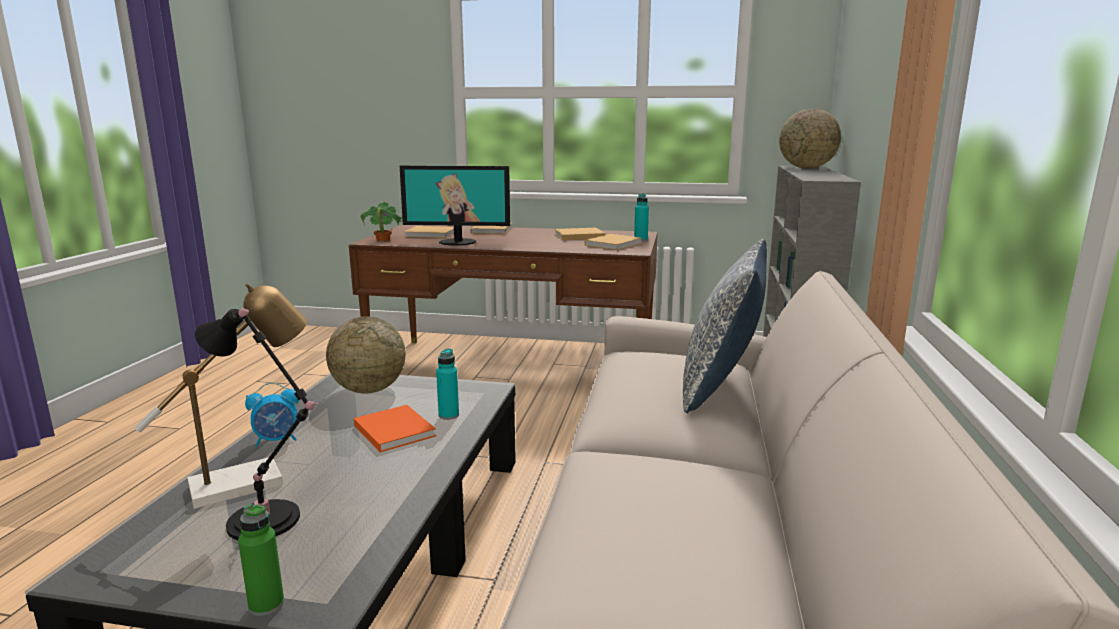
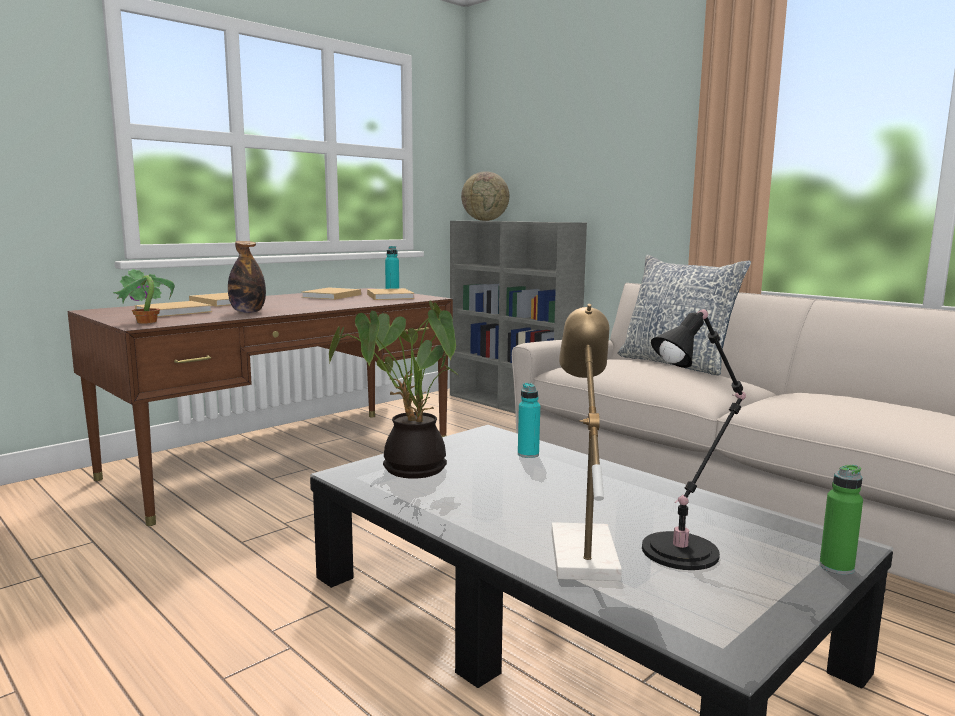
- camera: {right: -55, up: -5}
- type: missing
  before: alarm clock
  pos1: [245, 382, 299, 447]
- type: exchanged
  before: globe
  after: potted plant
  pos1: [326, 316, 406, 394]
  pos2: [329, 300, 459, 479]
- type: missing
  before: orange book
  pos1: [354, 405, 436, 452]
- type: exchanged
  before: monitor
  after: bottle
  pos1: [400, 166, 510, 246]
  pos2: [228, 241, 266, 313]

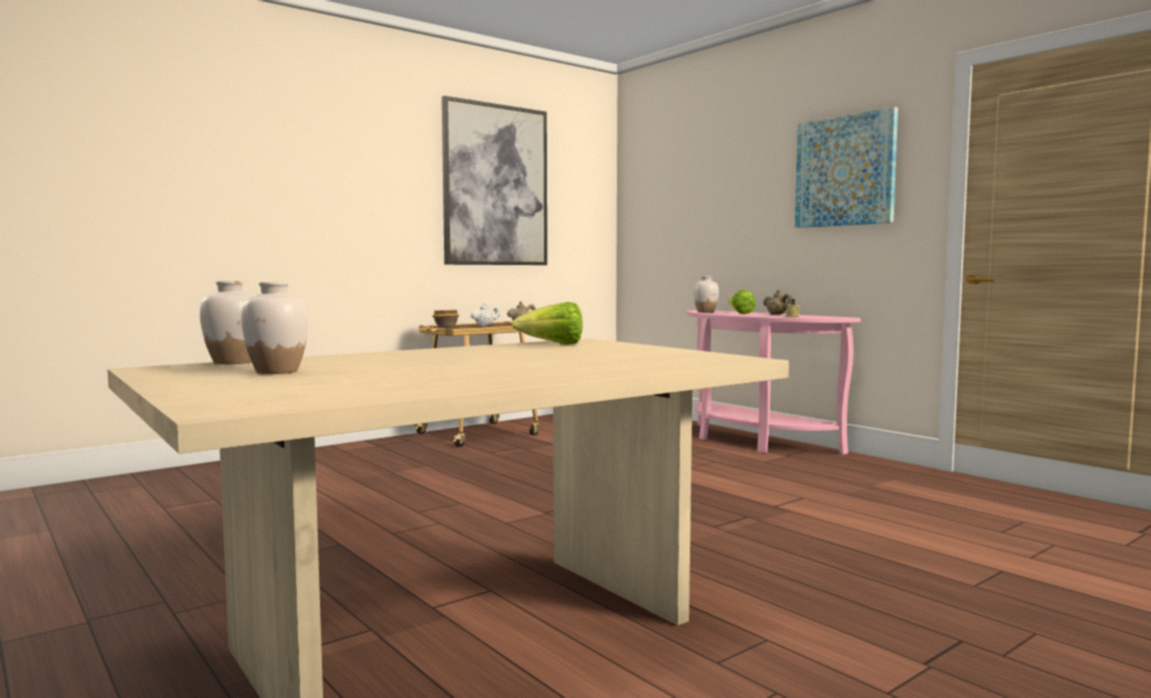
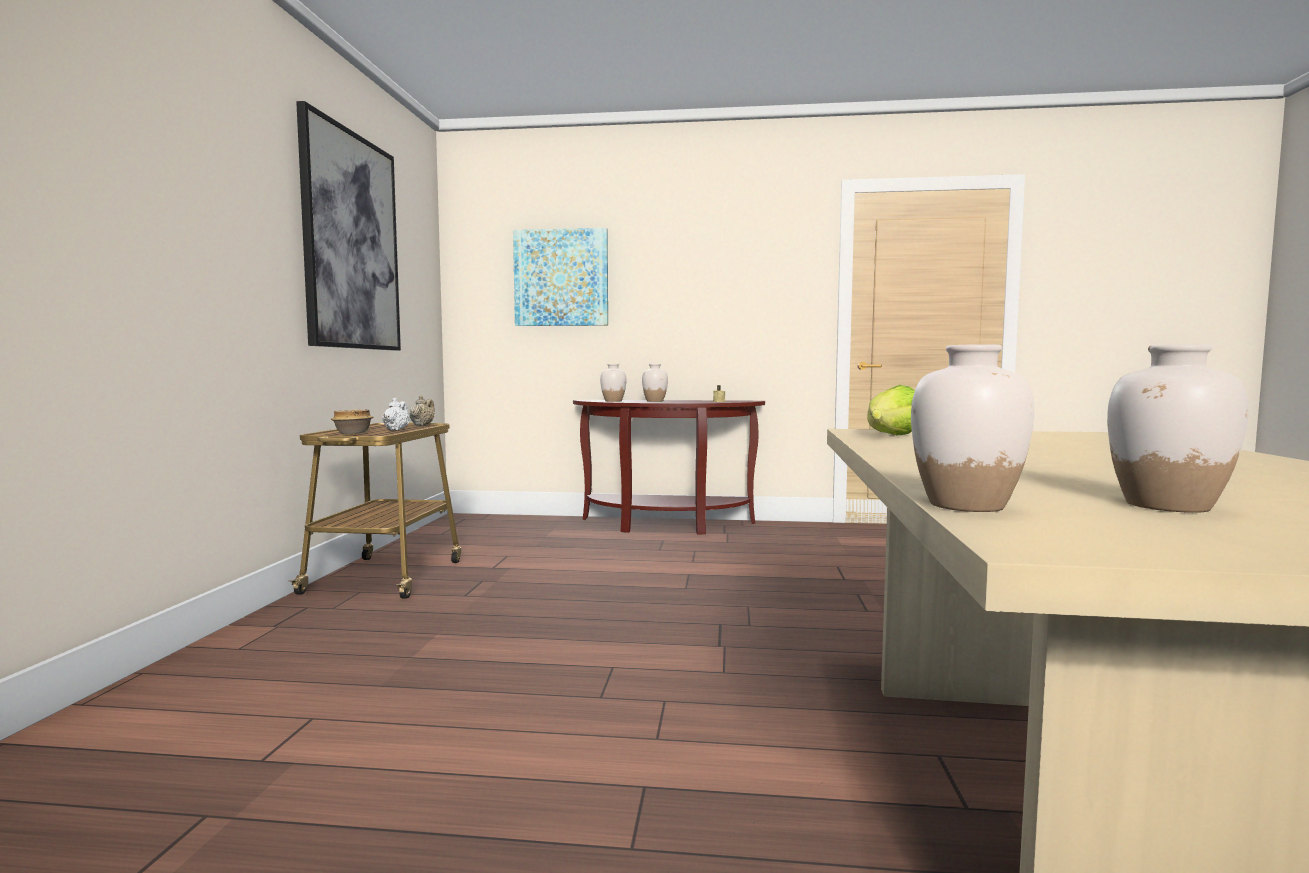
- camera: {right: -45, up: 0}
- type: colour
  before: pink console table
  after: brown console table
  pos1: [687, 310, 861, 455]
  pos2: [573, 400, 765, 535]
- type: exchanged
  before: lettuce
  after: white vase
  pos1: [728, 289, 756, 314]
  pos2: [642, 364, 668, 402]
- type: missing
  before: beige teapot
  pos1: [763, 289, 792, 315]
- type: relocated
  before: picture
  pos1: [795, 107, 898, 228]
  pos2: [513, 228, 608, 326]

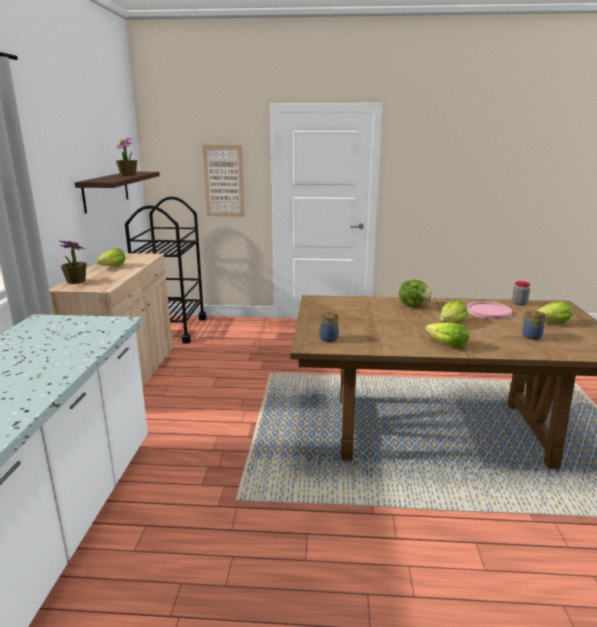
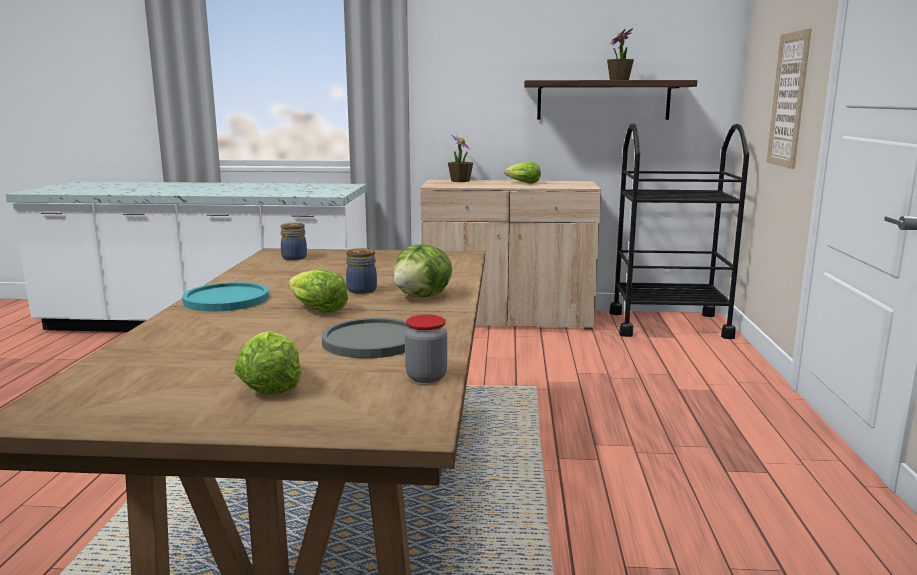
- camera: {right: 90, up: -5}
- type: exchanged
  before: lettuce
  after: turquoise plate
  pos1: [425, 322, 469, 348]
  pos2: [182, 282, 269, 312]
- type: colour
  before: pink plate
  after: grey plate
  pos1: [467, 302, 512, 319]
  pos2: [322, 318, 409, 358]
- type: relocated
  before: jar
  pos1: [521, 311, 545, 340]
  pos2: [346, 248, 377, 294]

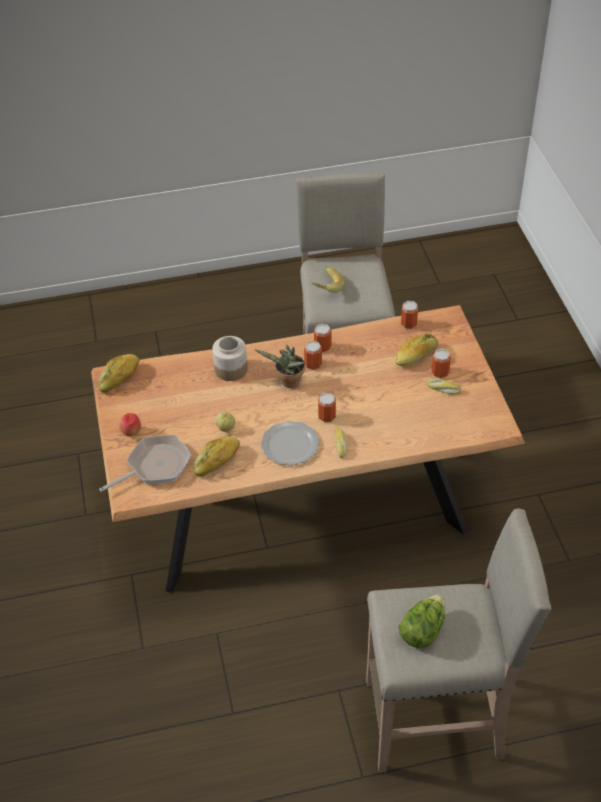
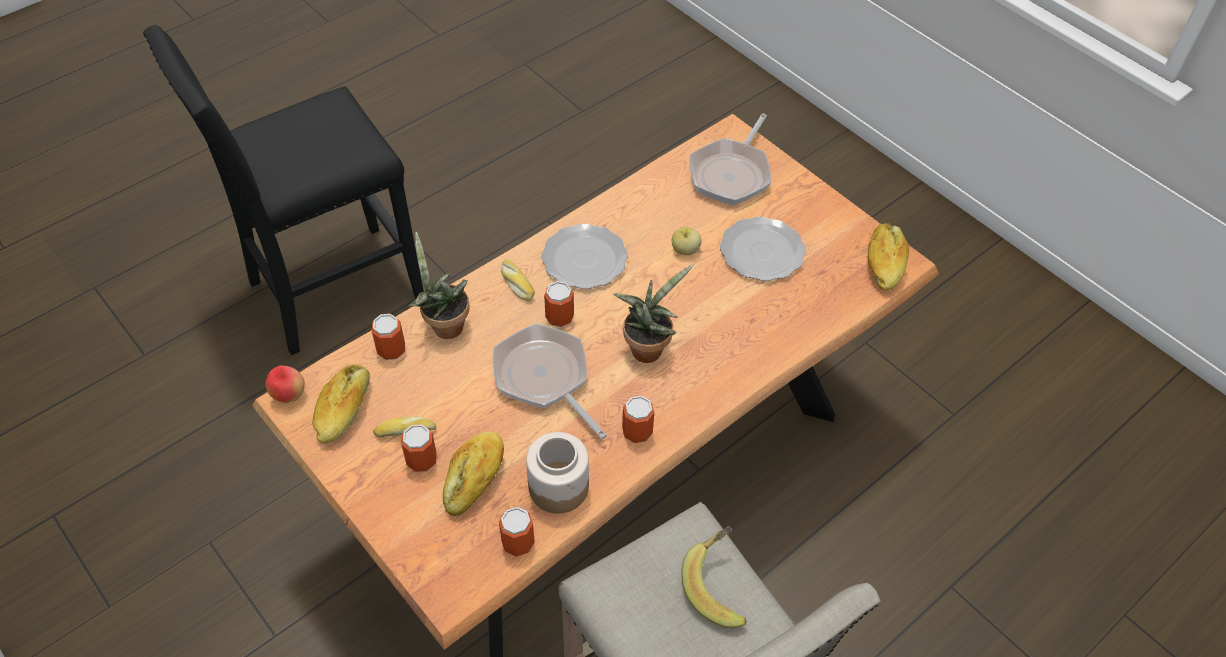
- camera: {right: 150, up: 5}
- type: relocated
  before: apple
  pos1: [119, 413, 141, 437]
  pos2: [266, 365, 305, 403]
- type: relocated
  before: bread
  pos1: [194, 437, 240, 477]
  pos2: [313, 365, 370, 443]
- type: relocated
  before: jar
  pos1: [212, 336, 248, 381]
  pos2: [526, 432, 589, 514]
- type: relocated
  before: can
  pos1: [304, 341, 322, 370]
  pos2: [372, 314, 405, 360]
- type: colour
  before: beige stool
  after: black stool
  pos1: [366, 508, 552, 773]
  pos2: [143, 25, 424, 355]
- type: missing
  before: lettuce
  pos1: [399, 594, 445, 648]
- type: appeared
  after: potted plant
  pos2: [408, 232, 470, 339]
- type: appeared
  after: frying pan
  pos2: [493, 323, 607, 439]
- type: appeared
  after: plate
  pos2: [720, 217, 806, 281]

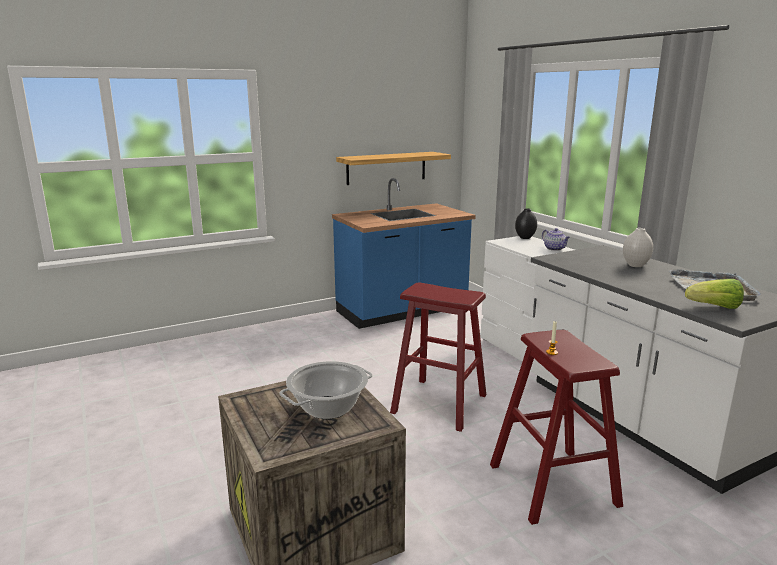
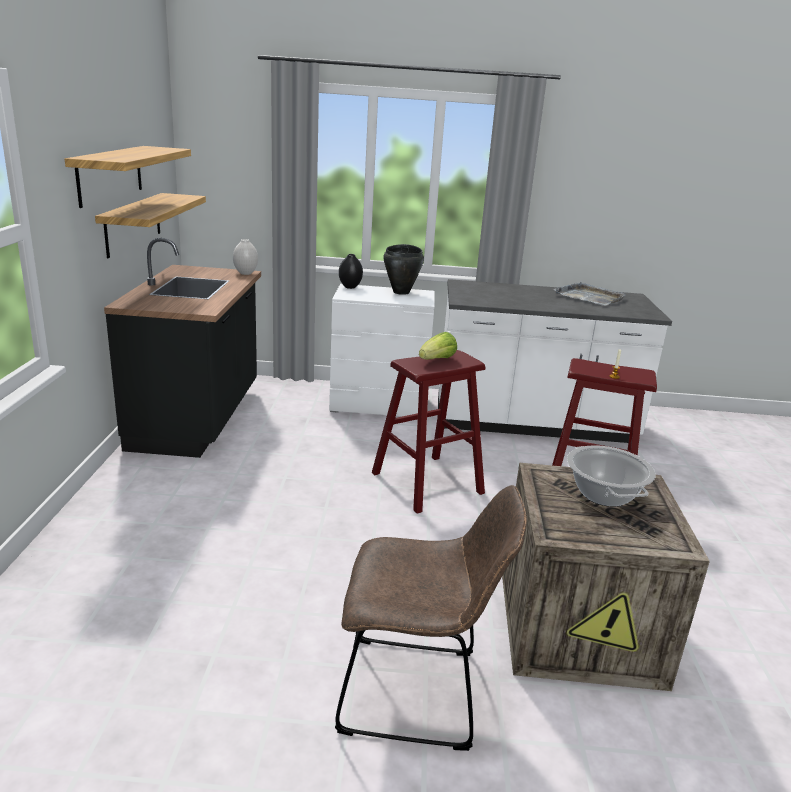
- camera: {right: -60, up: 5}
- type: colour
  before: blue counter
  after: black counter
  pos1: [332, 178, 476, 329]
  pos2: [104, 238, 261, 458]
- type: exchanged
  before: teapot
  after: black cooking pot
  pos1: [542, 228, 570, 251]
  pos2: [383, 244, 424, 295]
- type: relocated
  before: white vase
  pos1: [623, 228, 653, 267]
  pos2: [233, 239, 258, 275]
- type: relocated
  before: lettuce
  pos1: [685, 279, 744, 309]
  pos2: [419, 332, 457, 359]
- type: appeared
  after: shelf
  pos2: [65, 146, 191, 208]
- type: appeared
  after: brown chair
  pos2: [335, 485, 527, 751]

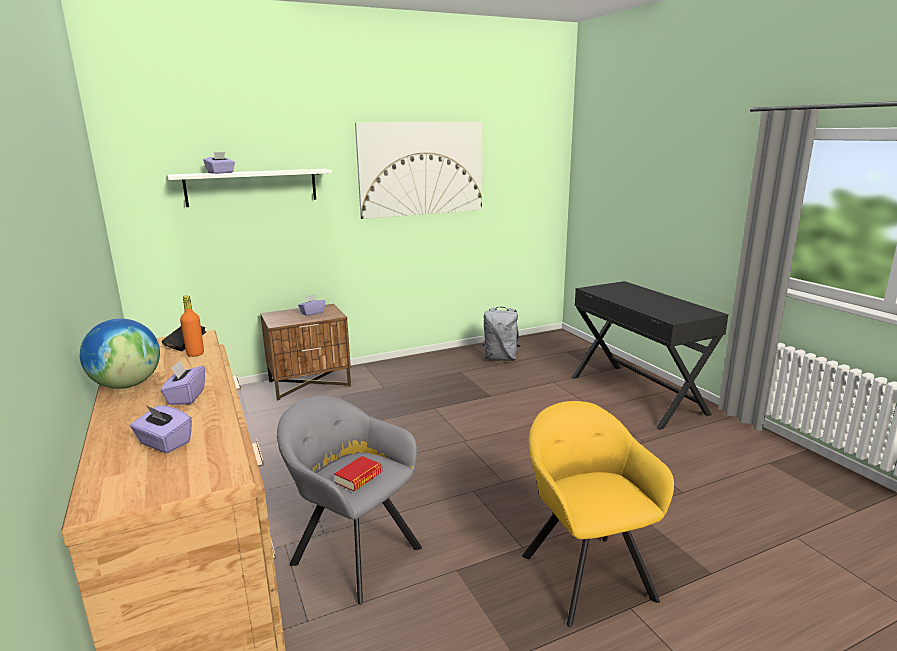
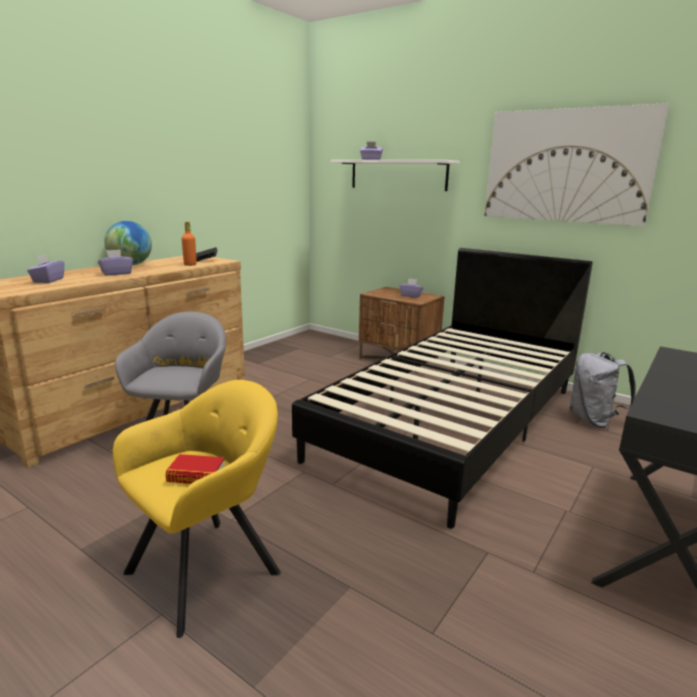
- camera: {right: 60, up: 0}
- type: relocated
  before: book
  pos1: [334, 456, 382, 491]
  pos2: [166, 454, 225, 484]
- type: appeared
  after: black bed
  pos2: [292, 248, 593, 529]

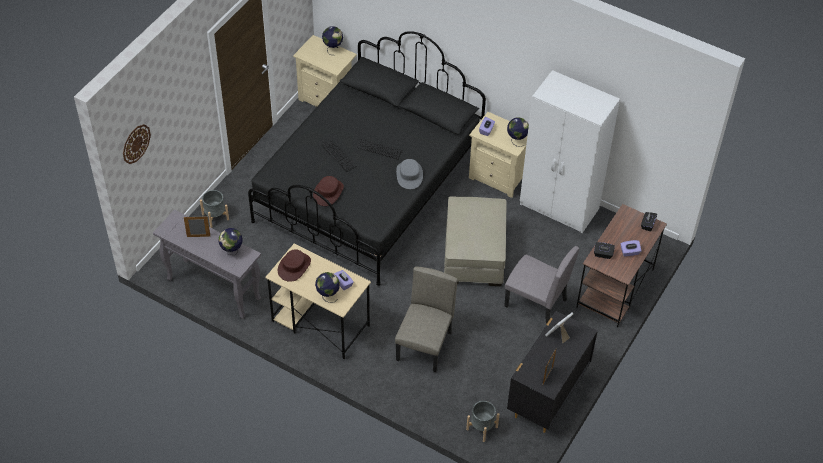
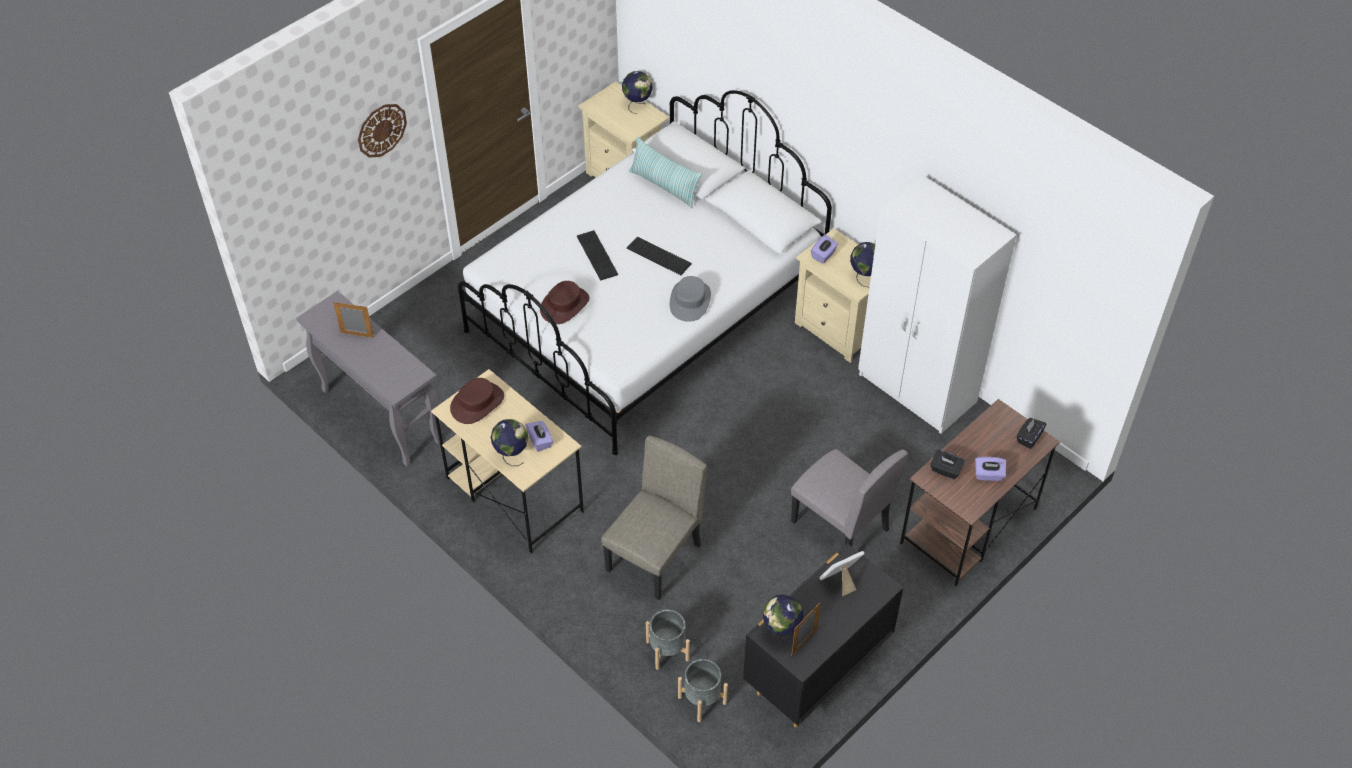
- camera: {right: 15, up: 0}
- type: relocated
  before: wall clock
  pos1: [123, 124, 151, 164]
  pos2: [358, 104, 407, 158]
- type: relocated
  before: grey planter
  pos1: [200, 190, 229, 228]
  pos2: [646, 610, 690, 670]
- type: relocated
  before: globe
  pos1: [219, 228, 242, 255]
  pos2: [763, 594, 803, 639]
- type: colour
  before: black bed
  after: white bed
  pos1: [248, 31, 486, 286]
  pos2: [458, 90, 832, 455]
- type: missing
  before: beige ottoman
  pos1: [444, 196, 507, 286]
- type: appeared
  after: pillow
  pos2: [629, 137, 702, 208]

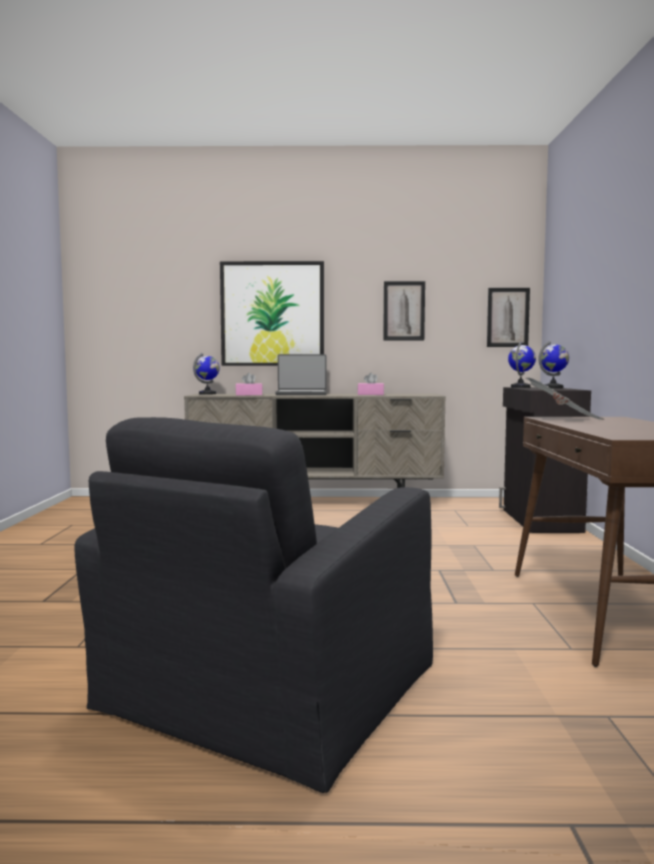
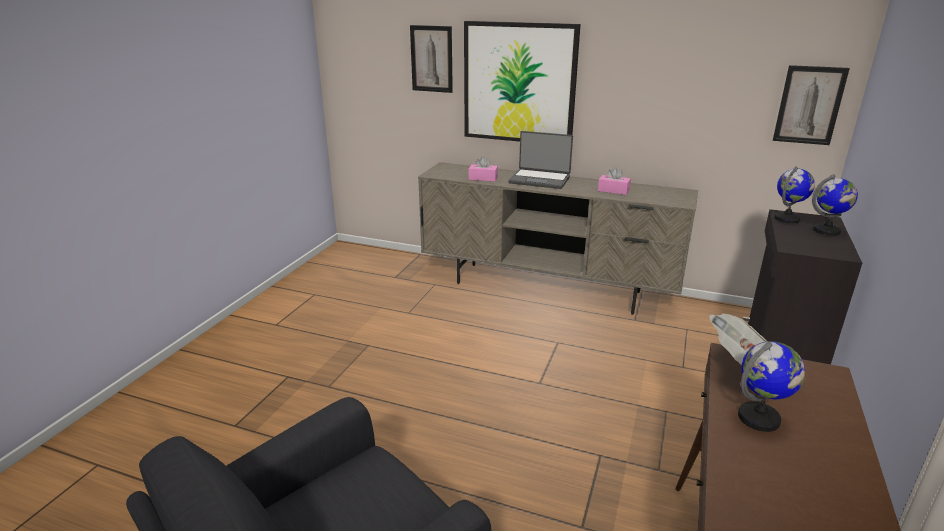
- camera: {right: 20, up: 20}
- type: relocated
  before: globe
  pos1: [193, 353, 220, 395]
  pos2: [738, 341, 805, 432]
- type: relocated
  before: picture
  pos1: [383, 281, 425, 341]
  pos2: [410, 25, 453, 93]

